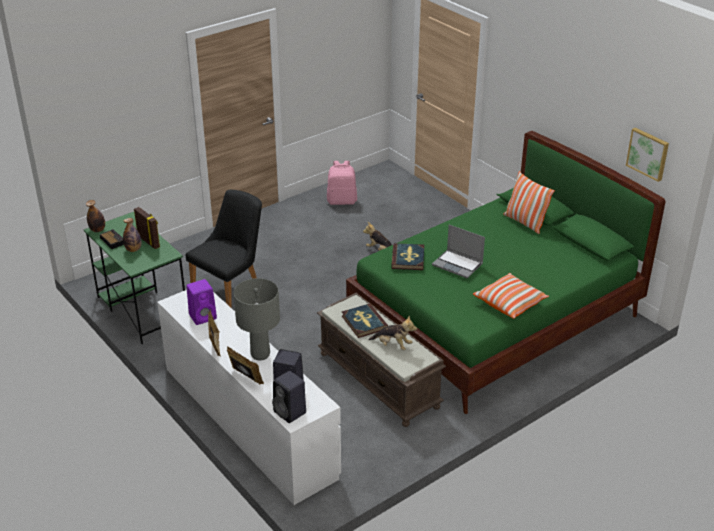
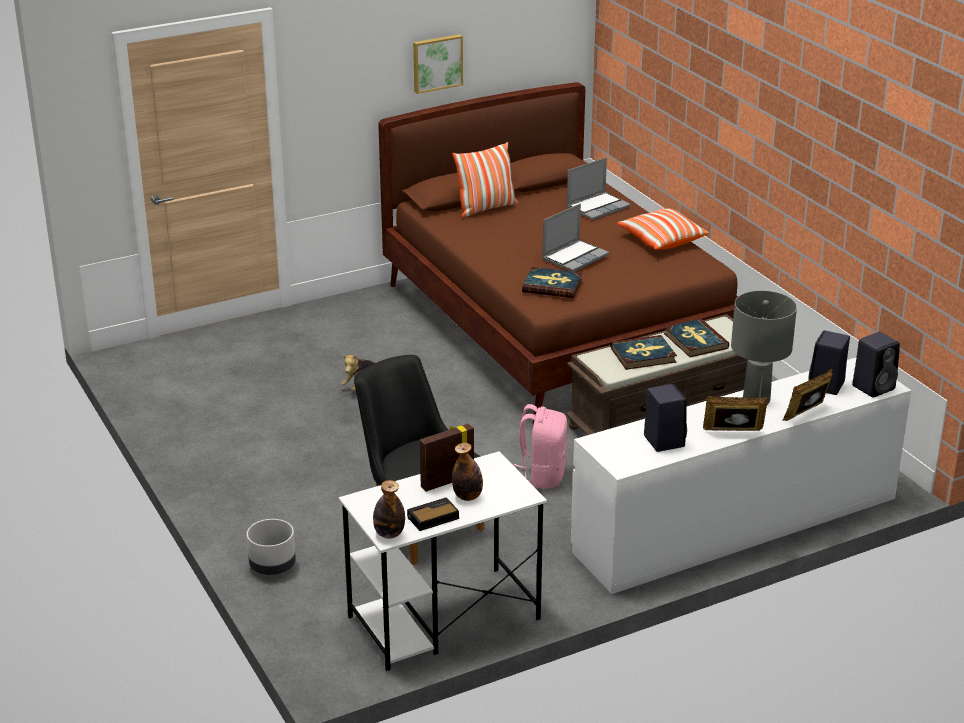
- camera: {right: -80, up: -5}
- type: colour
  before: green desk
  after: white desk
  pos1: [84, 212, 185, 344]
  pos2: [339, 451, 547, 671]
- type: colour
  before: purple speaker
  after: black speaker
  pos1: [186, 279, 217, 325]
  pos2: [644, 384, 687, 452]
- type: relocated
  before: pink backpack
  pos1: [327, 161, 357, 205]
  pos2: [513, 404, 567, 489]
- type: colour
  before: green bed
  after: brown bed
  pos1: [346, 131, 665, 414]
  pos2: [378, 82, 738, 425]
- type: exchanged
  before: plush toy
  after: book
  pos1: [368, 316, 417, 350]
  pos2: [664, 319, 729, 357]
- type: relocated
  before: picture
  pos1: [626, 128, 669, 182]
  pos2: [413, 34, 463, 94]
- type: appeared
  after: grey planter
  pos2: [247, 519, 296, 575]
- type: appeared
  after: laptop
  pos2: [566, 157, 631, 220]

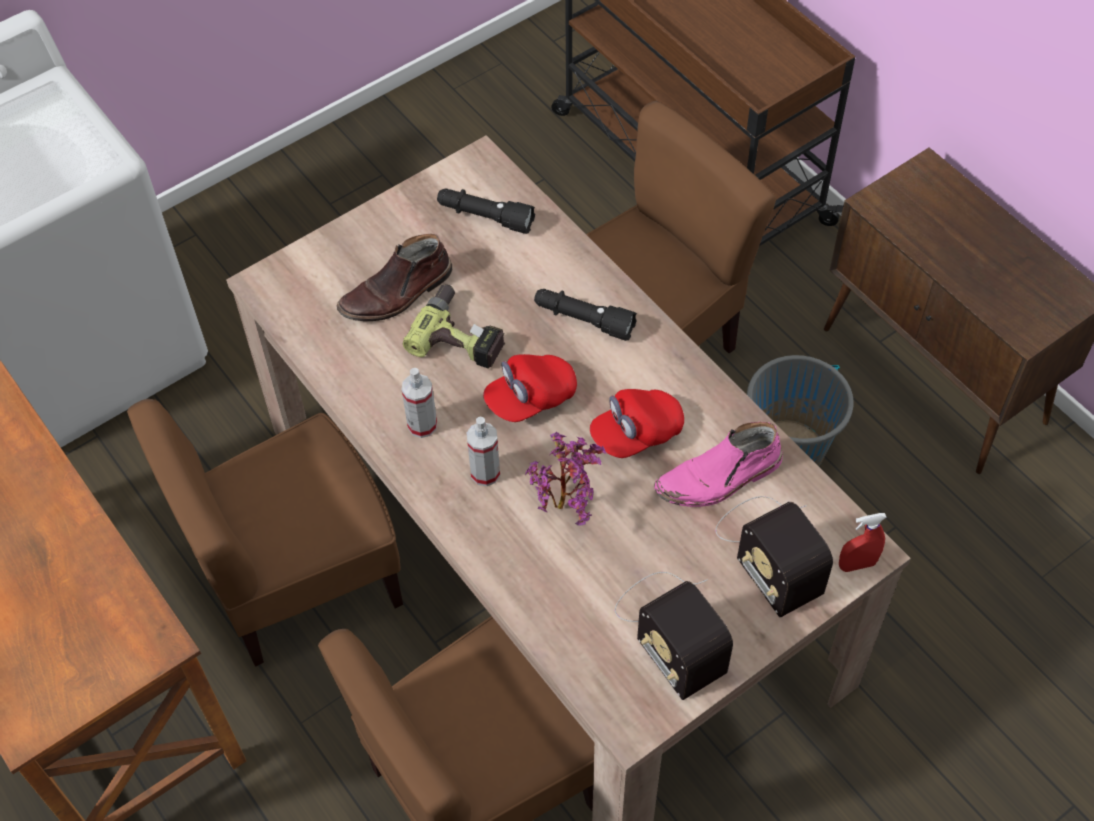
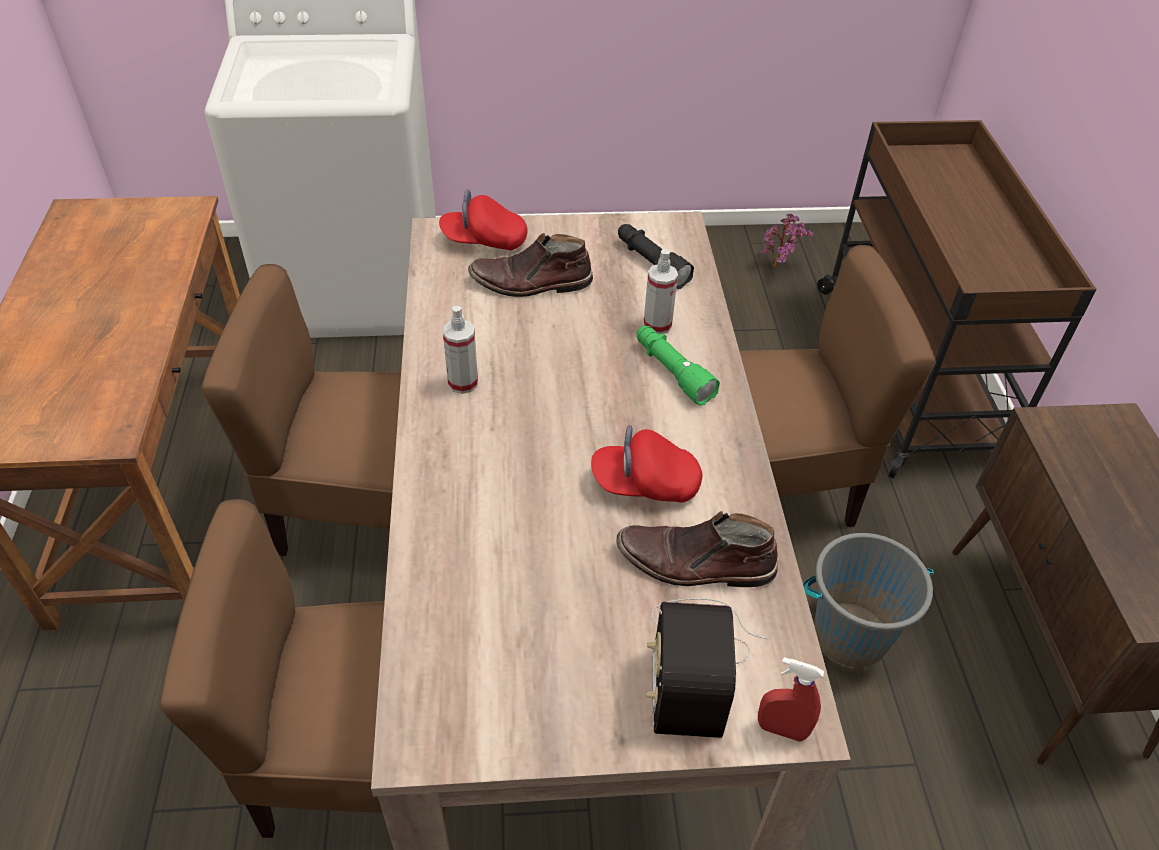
- camera: {right: 30, up: -10}
- type: missing
  before: power drill
  pos1: [403, 285, 505, 369]
- type: relocated
  before: spray bottle
  pos1: [467, 417, 500, 486]
  pos2: [643, 249, 678, 335]
- type: relocated
  before: red cap
  pos1: [483, 354, 577, 422]
  pos2: [439, 189, 527, 250]
- type: relocated
  before: potted plant
  pos1: [525, 432, 606, 526]
  pos2: [761, 214, 813, 267]
- type: colour
  before: black flashlight
  after: green flashlight
  pos1: [534, 289, 637, 341]
  pos2: [637, 326, 720, 405]
- type: missing
  before: radio
  pos1: [615, 572, 733, 700]
- type: colour
  before: pink boot
  after: brown boot
  pos1: [654, 422, 783, 507]
  pos2: [616, 511, 778, 587]

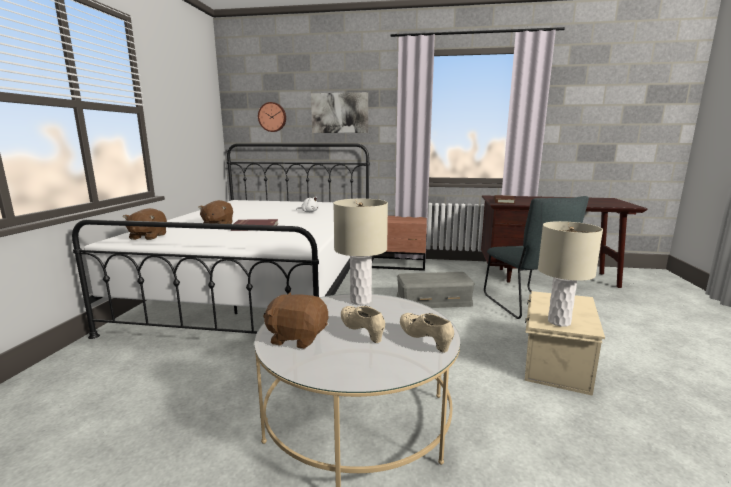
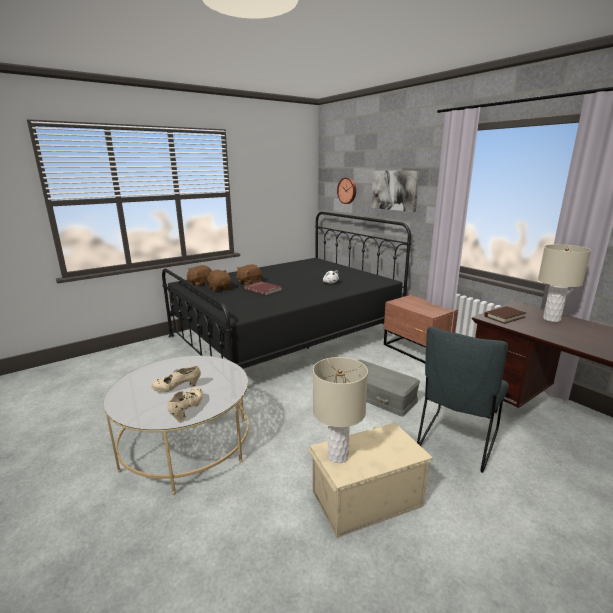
- camera: {right: 45, up: 5}
- type: colour
  before: white bed
  after: black bed
  pos1: [72, 143, 370, 339]
  pos2: [162, 212, 411, 369]
- type: relocated
  before: brown plush toy
  pos1: [263, 292, 328, 349]
  pos2: [206, 270, 231, 292]
- type: relocated
  before: beige table lamp
  pos1: [333, 199, 388, 305]
  pos2: [538, 244, 591, 322]
- type: spun
  before: beige shoe
  pos1: [341, 306, 385, 343]
  pos2: [151, 365, 201, 392]
  turn: -120

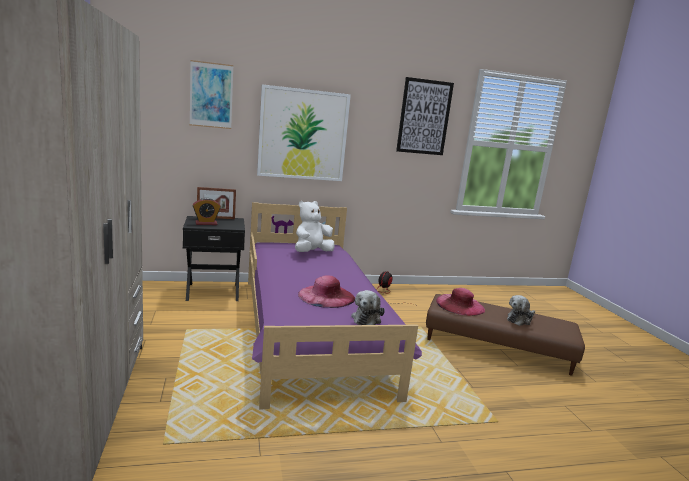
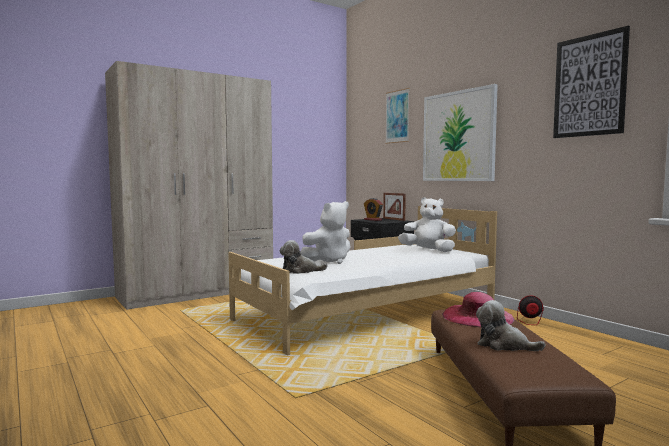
- camera: {right: 70, up: -10}
- type: colour
  before: purple bed
  after: white bed
  pos1: [248, 202, 422, 410]
  pos2: [228, 206, 497, 356]
- type: exchanged
  before: pink hat
  after: white plush toy
  pos1: [298, 275, 355, 308]
  pos2: [300, 201, 351, 264]

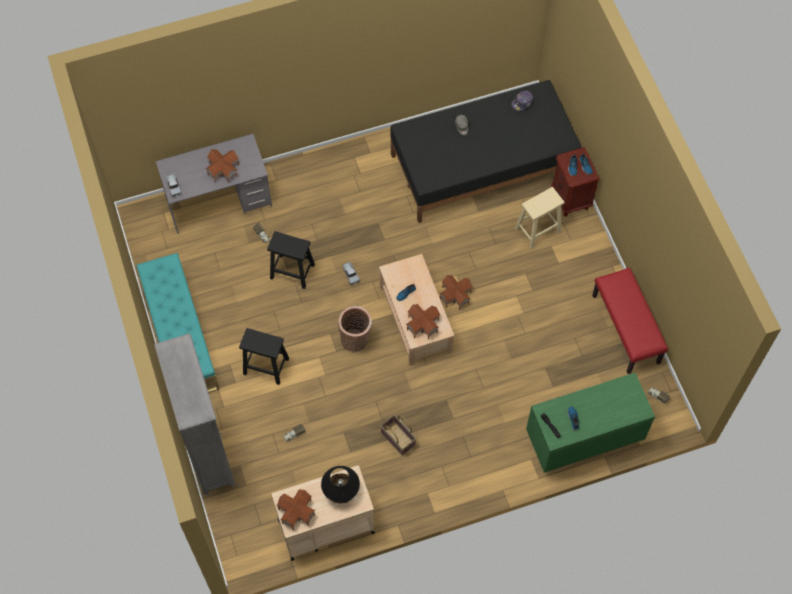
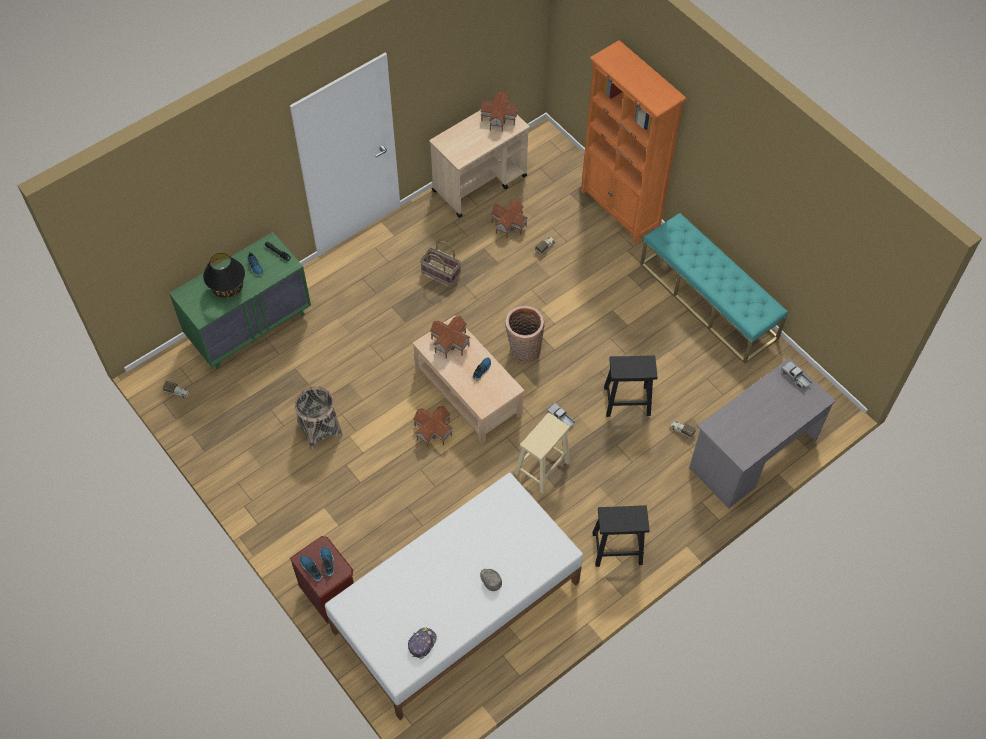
- camera: {right: 160, up: -5}
- type: colour
  before: grey bookcase
  after: orange bookcase
  pos1: [154, 333, 235, 495]
  pos2: [580, 40, 686, 243]
- type: relocated
  before: toy house
  pos1: [206, 149, 239, 183]
  pos2: [491, 199, 528, 238]
- type: relocated
  before: black stool
  pos1: [239, 328, 289, 385]
  pos2: [592, 505, 649, 567]
- type: relocated
  before: black table lamp
  pos1: [321, 466, 360, 504]
  pos2: [203, 253, 245, 298]
- type: colour
  before: black bed
  after: white bed
  pos1: [390, 80, 582, 223]
  pos2: [325, 473, 583, 720]
- type: relocated
  before: beige stool
  pos1: [515, 187, 565, 250]
  pos2: [514, 413, 570, 494]
- type: missing
  before: red bench
  pos1: [592, 268, 668, 374]
- type: appeared
  after: basket
  pos2: [295, 386, 343, 450]

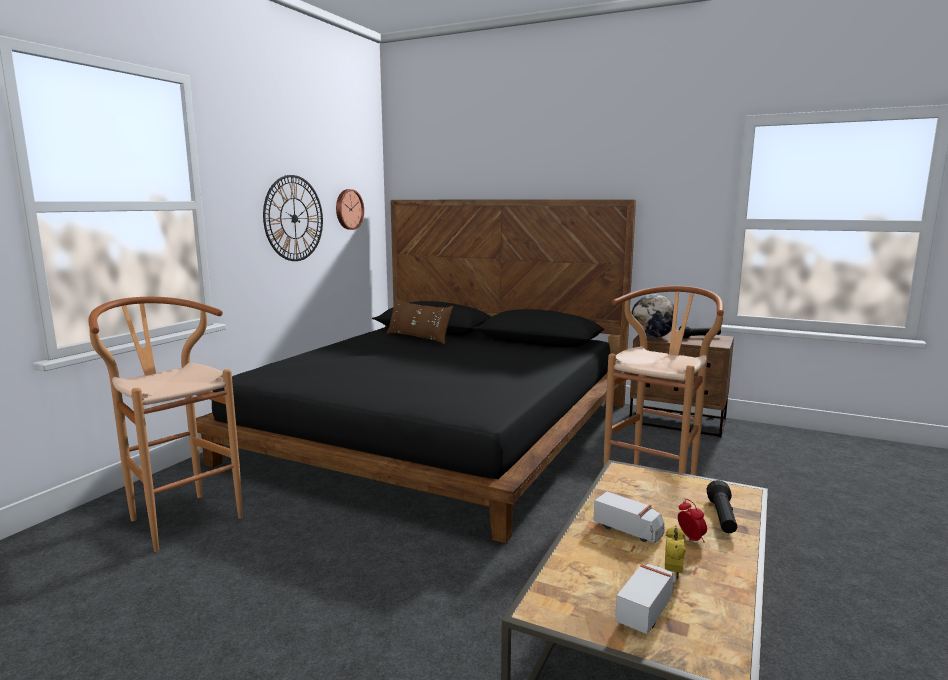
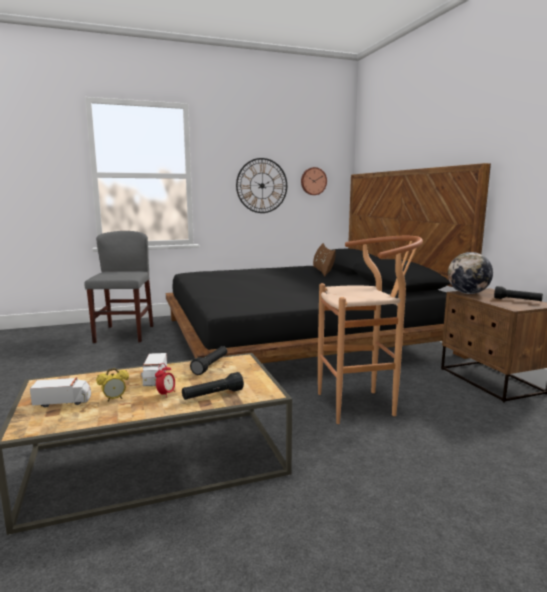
- camera: {right: 45, up: 0}
- type: exchanged
  before: brown stool
  after: grey chair
  pos1: [89, 297, 243, 552]
  pos2: [84, 231, 153, 343]
- type: appeared
  after: black flashlight
  pos2: [190, 346, 227, 375]

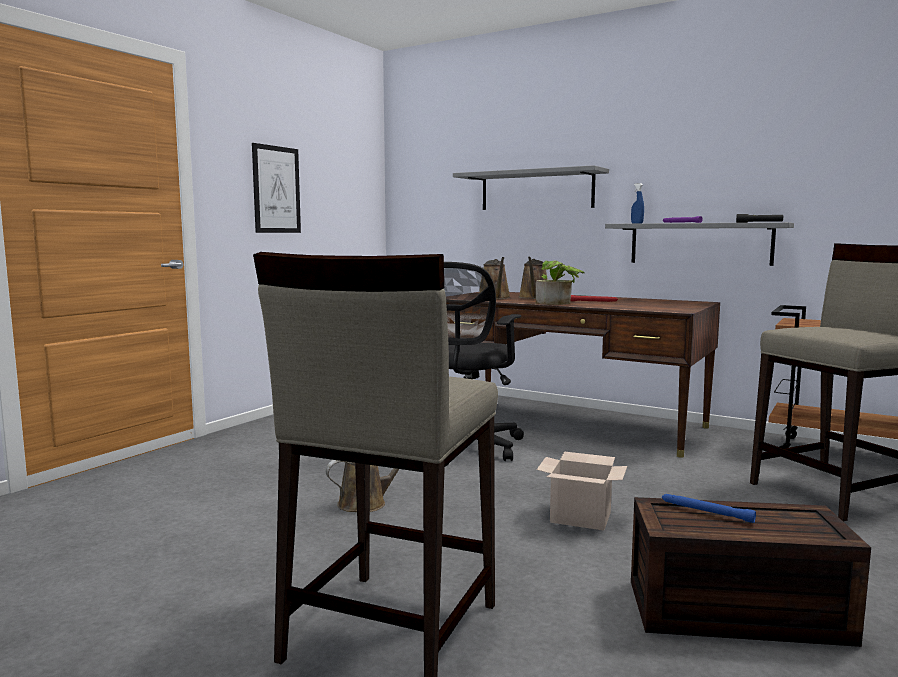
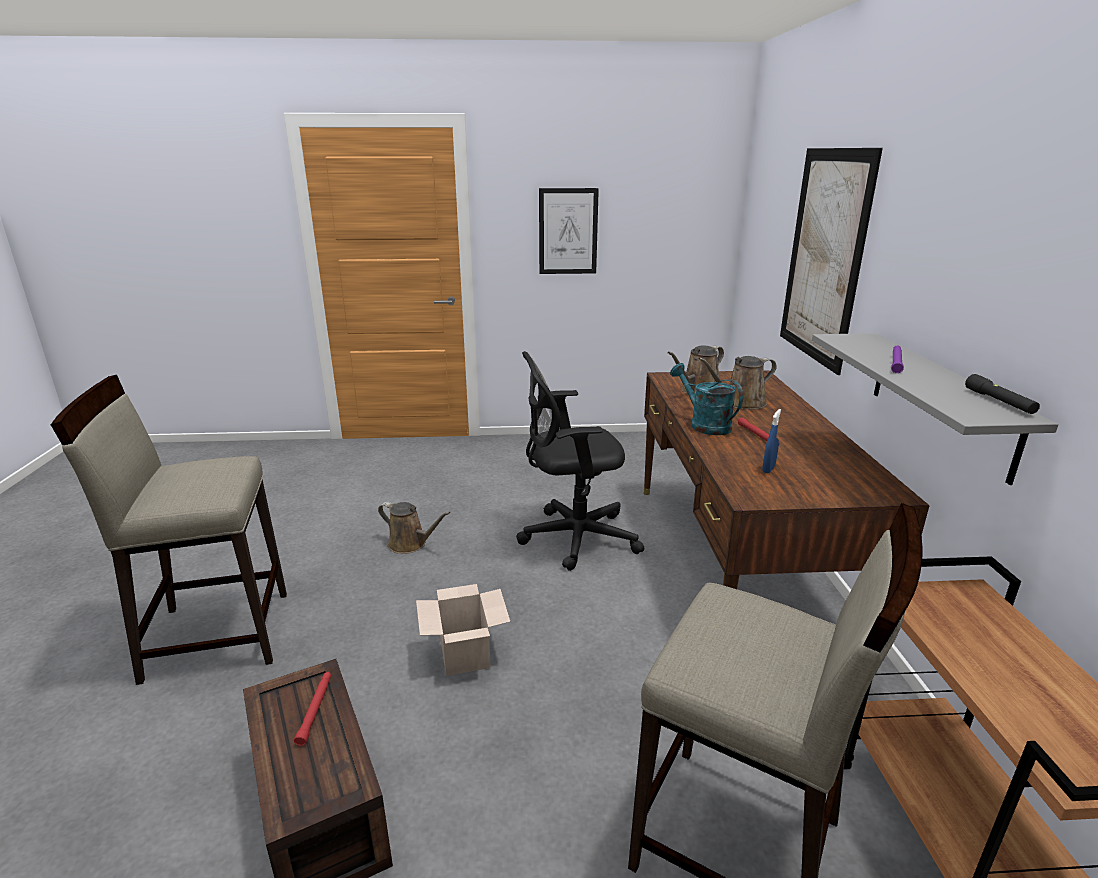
- camera: {right: 55, up: 15}
- type: exchanged
  before: grey shelf
  after: picture
  pos1: [453, 165, 609, 210]
  pos2: [780, 148, 883, 375]
- type: exchanged
  before: potted plant
  after: turquoise watering can
  pos1: [536, 261, 585, 305]
  pos2: [670, 363, 743, 435]
- type: relocated
  before: blue spray bottle
  pos1: [631, 183, 644, 224]
  pos2: [762, 409, 781, 473]
- type: colour
  before: blue flashlight
  after: red flashlight
  pos1: [662, 494, 756, 523]
  pos2: [294, 672, 331, 746]

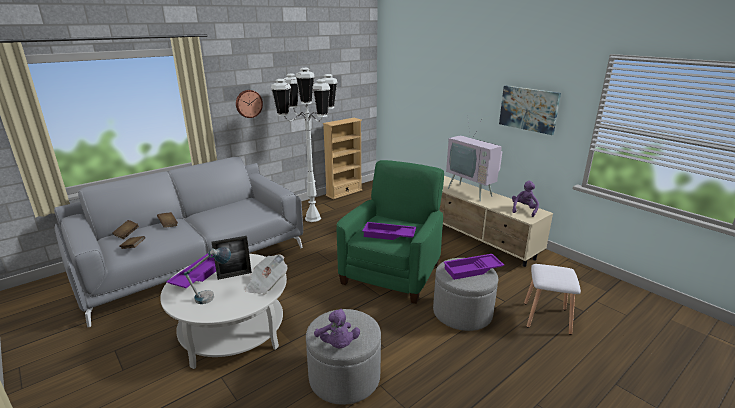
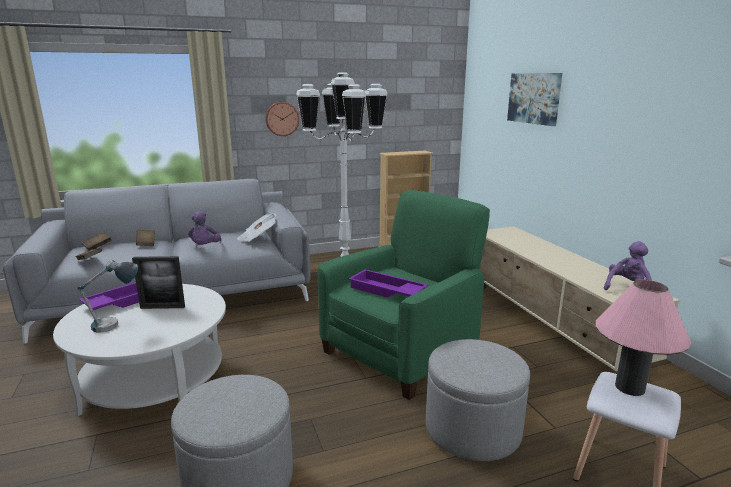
- camera: {right: 20, up: -5}
- type: relocated
  before: newspaper
  pos1: [245, 254, 287, 295]
  pos2: [237, 213, 277, 242]
- type: relocated
  before: purple plush toy
  pos1: [314, 309, 360, 348]
  pos2: [188, 212, 221, 245]
- type: missing
  before: purple tray
  pos1: [444, 254, 504, 280]
- type: missing
  before: television
  pos1: [446, 114, 502, 201]
- type: relocated
  before: picture
  pos1: [499, 86, 561, 135]
  pos2: [507, 73, 562, 126]
- type: appeared
  after: pink table lamp
  pos2: [596, 280, 691, 396]

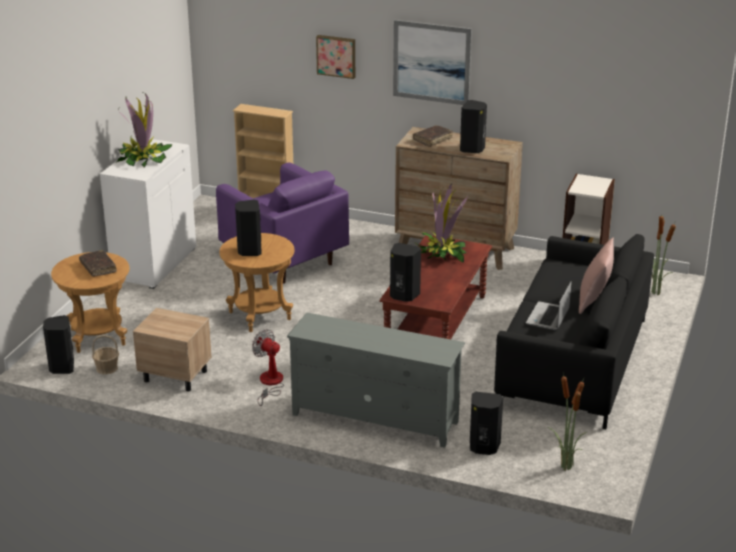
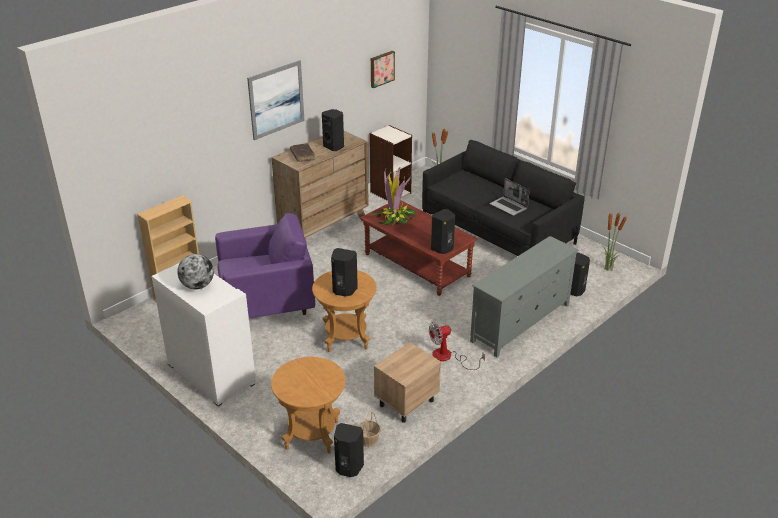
- camera: {right: -65, up: 5}
- type: missing
  before: brown book
  pos1: [79, 250, 117, 276]
- type: exchanged
  before: potted plant
  after: globe
  pos1: [116, 91, 172, 167]
  pos2: [177, 254, 214, 289]
- type: relocated
  before: picture
  pos1: [316, 35, 355, 79]
  pos2: [371, 51, 395, 88]
- type: missing
  before: pink pillow
  pos1: [579, 237, 614, 314]

